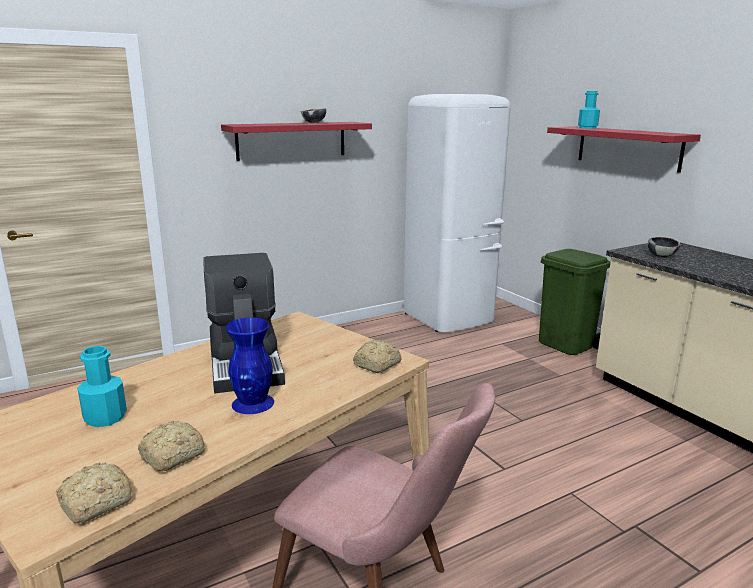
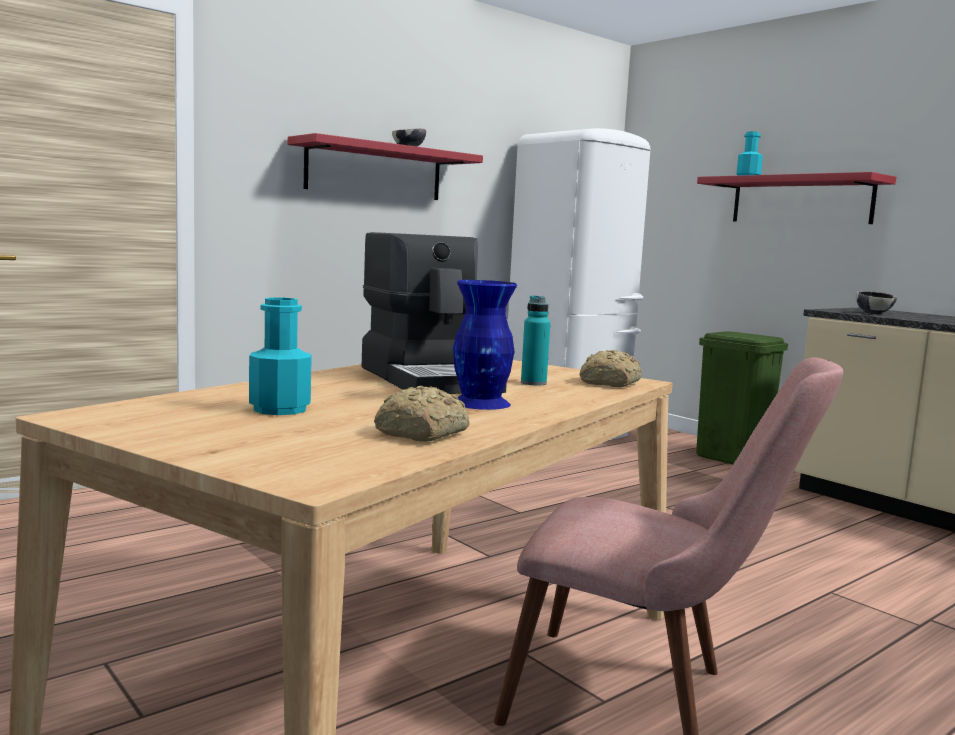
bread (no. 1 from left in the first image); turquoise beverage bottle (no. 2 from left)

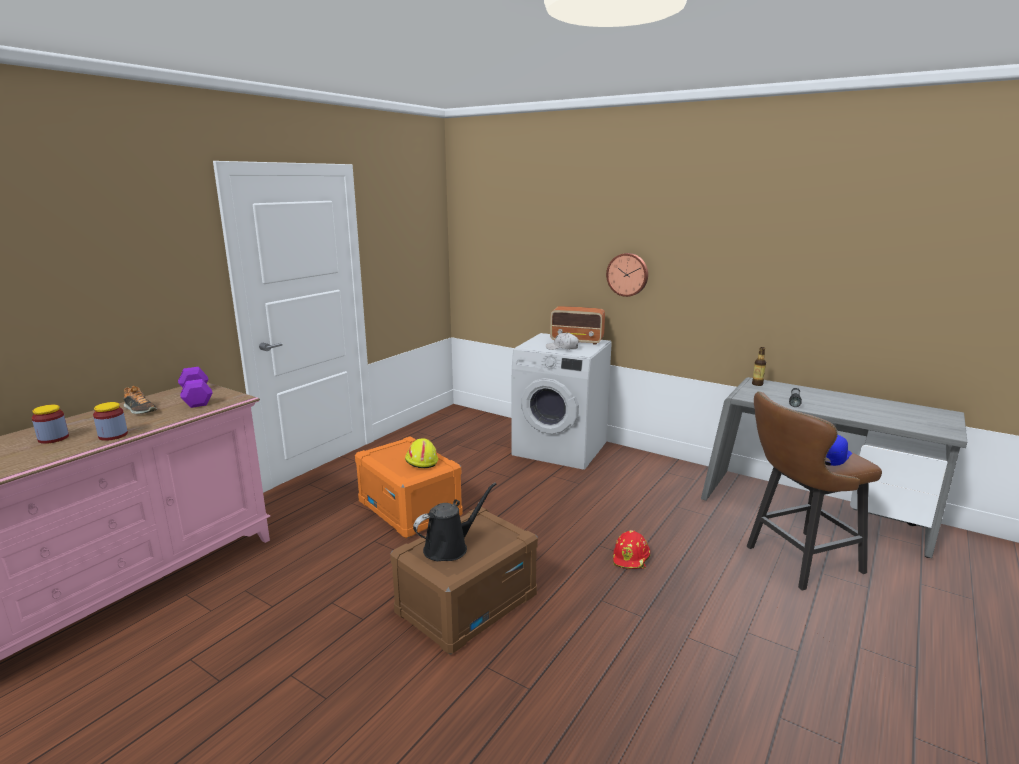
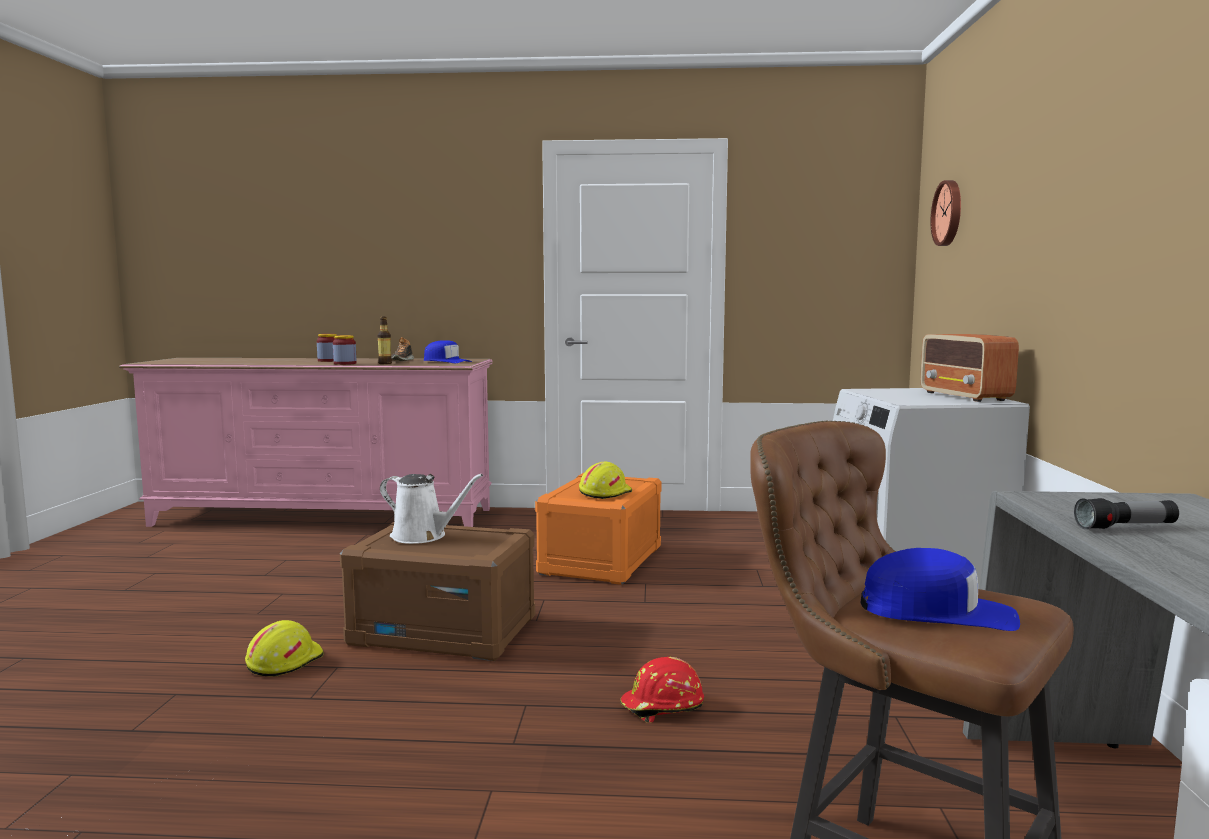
white-coloured cap; yellowish safety helmet (no. 1 from left); hanging clock; beverage bottle; blue-coloured cap (no. 1 from left); white-coloured watering can

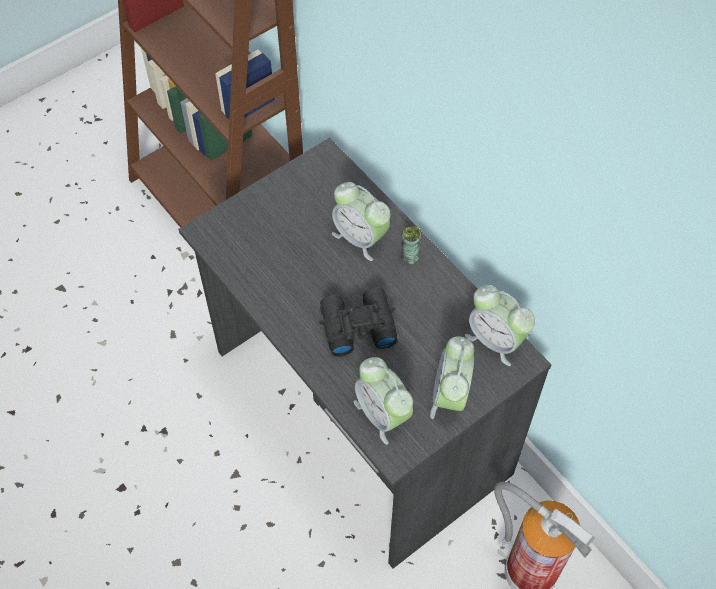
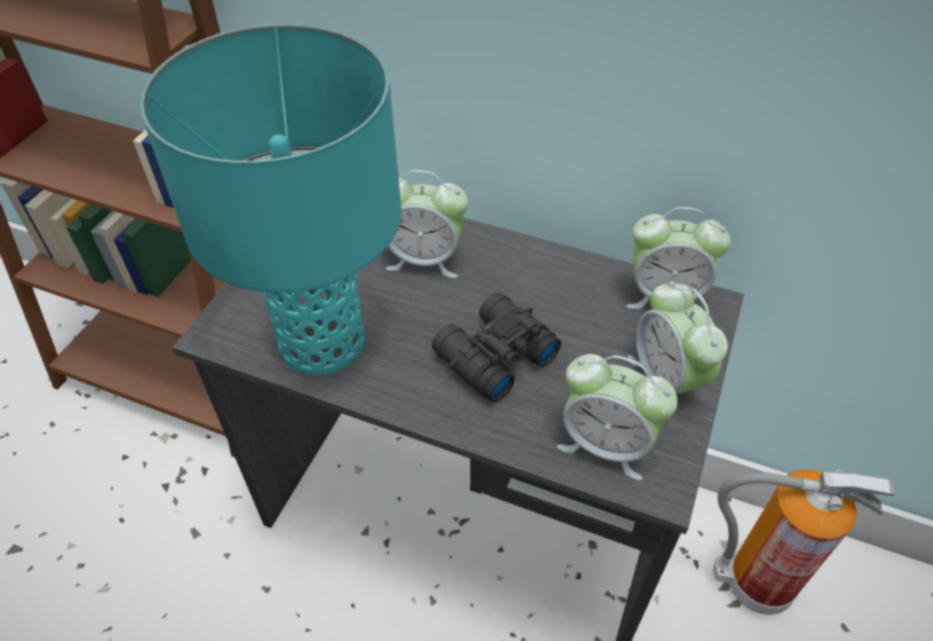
small cup; turquoise lamp for a table

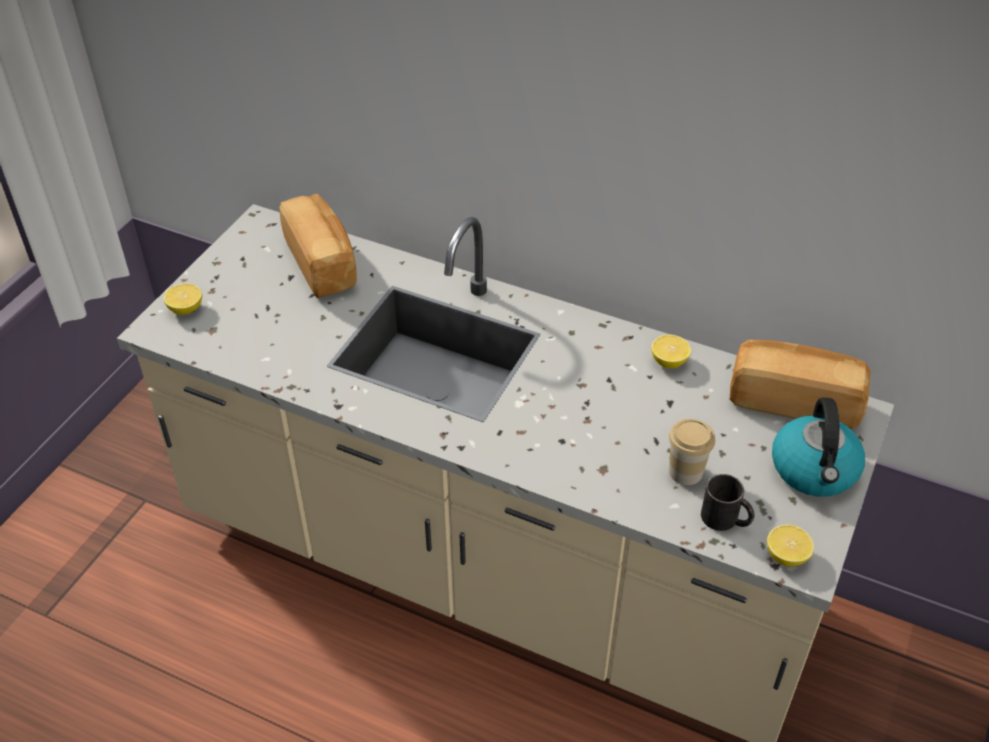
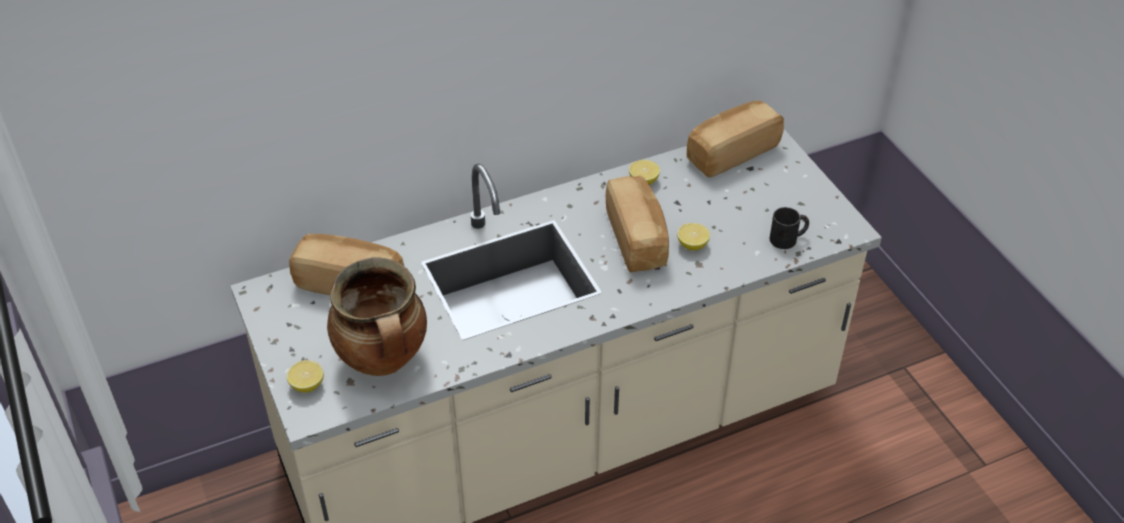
small cup; kettle; cooking pot; bread (no. 2 from left); lemon (no. 3 from left)

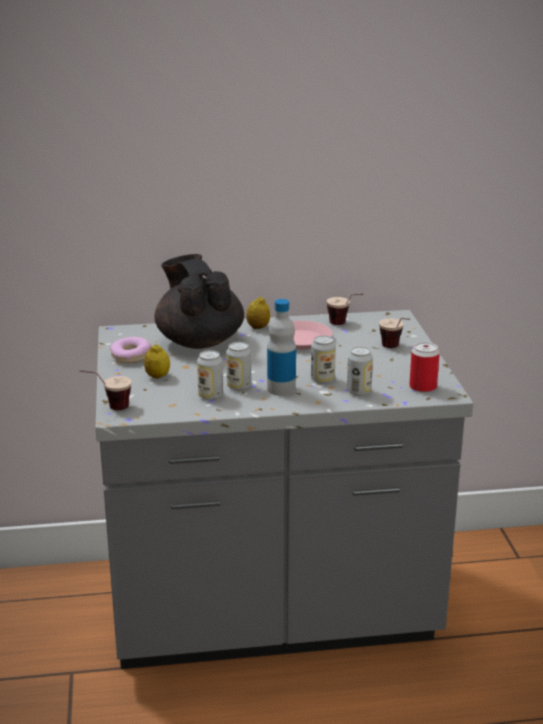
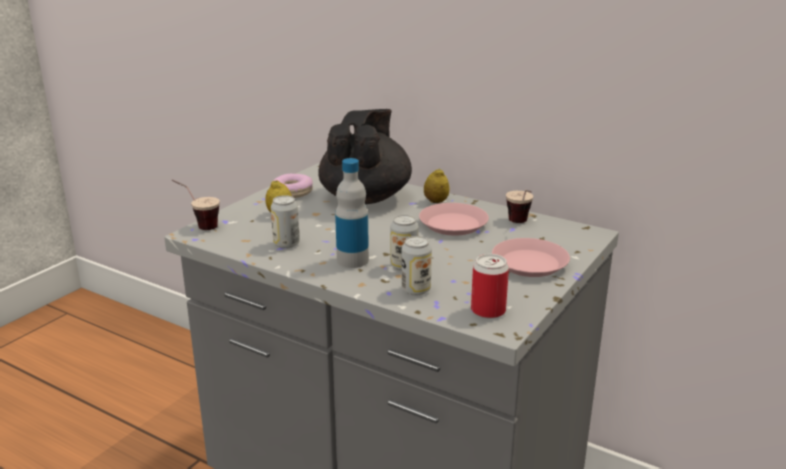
can (no. 2 from left in the first image); pink plate (no. 2 from left)

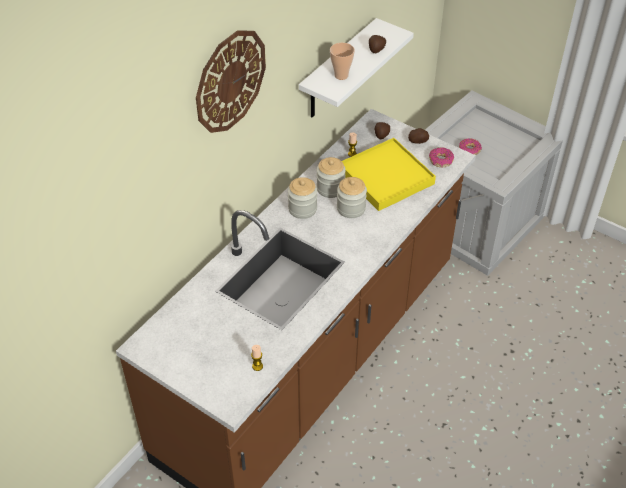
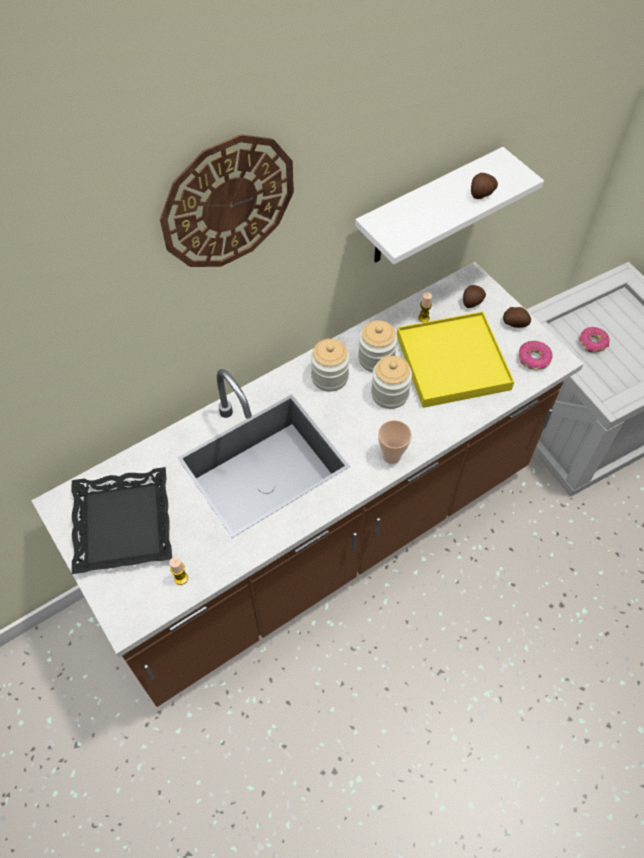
black tray; small cup

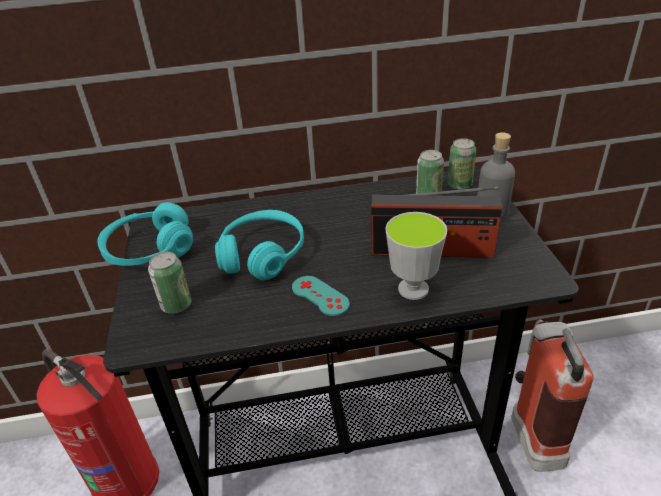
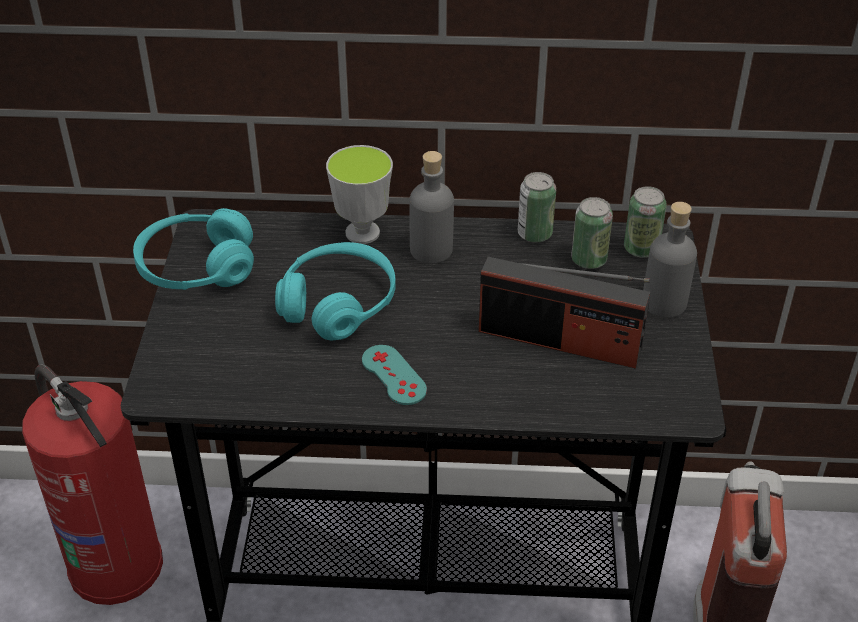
grey beverage bottle (no. 1 from left); can (no. 1 from left); small cup

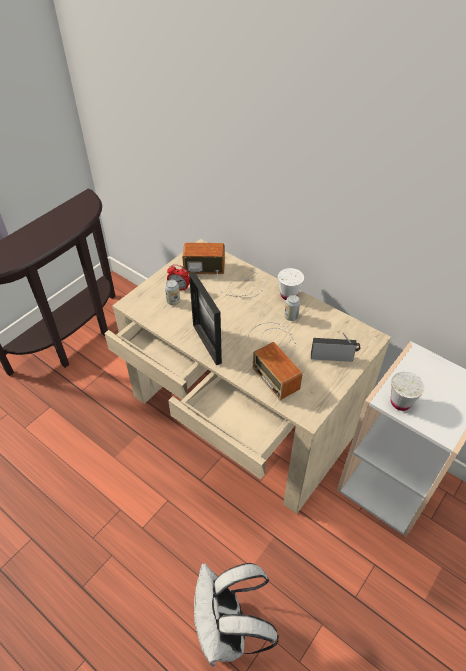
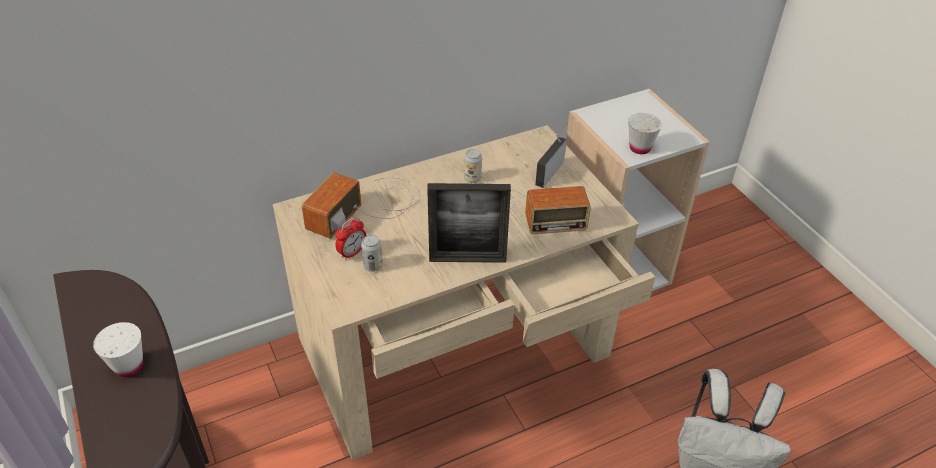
white-coloured small cup (no. 1 from left)

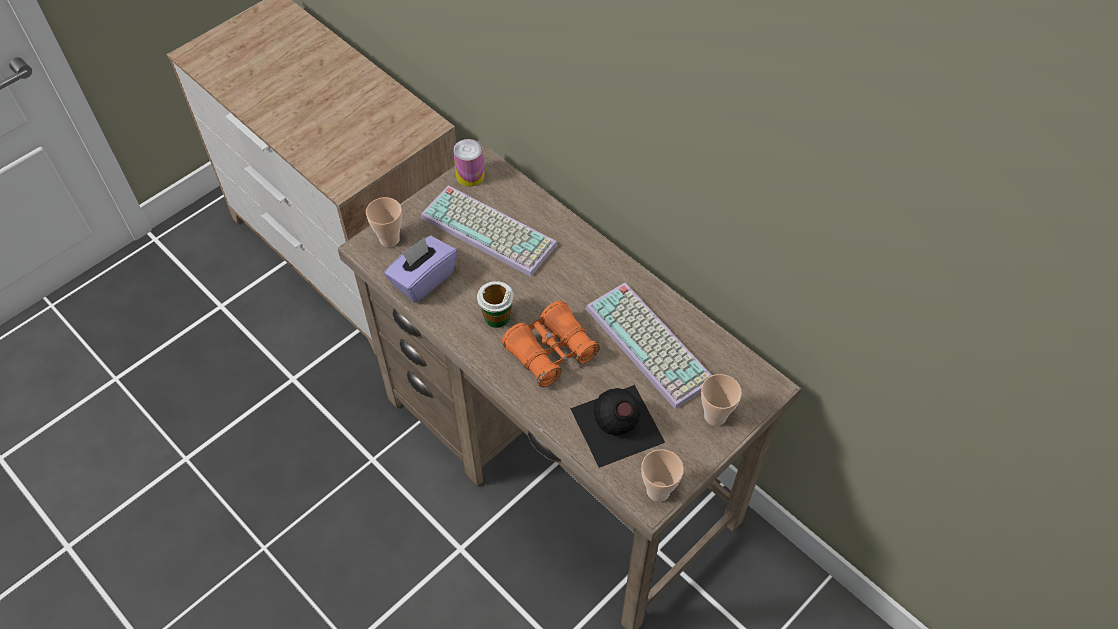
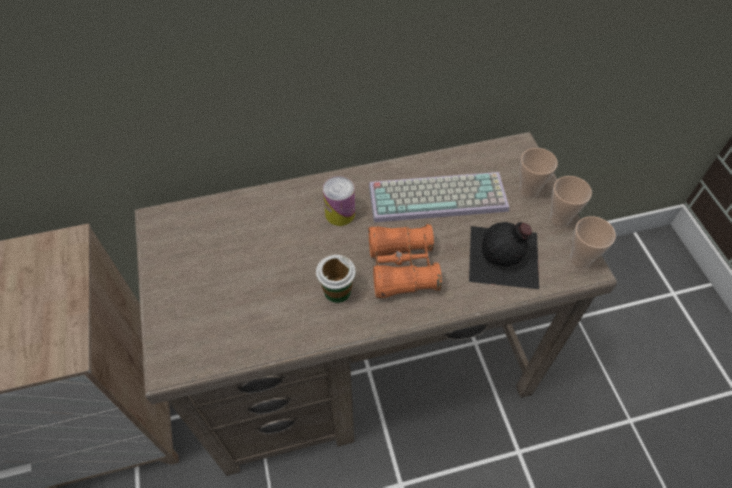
purplish tissue box; keyboard (no. 1 from left in the first image); small cup (no. 3 from left); can

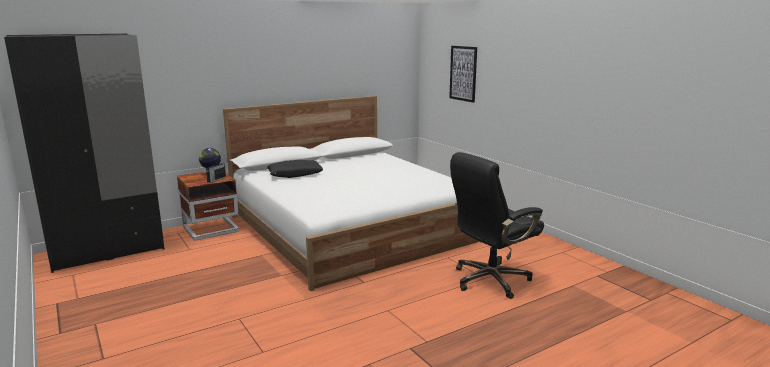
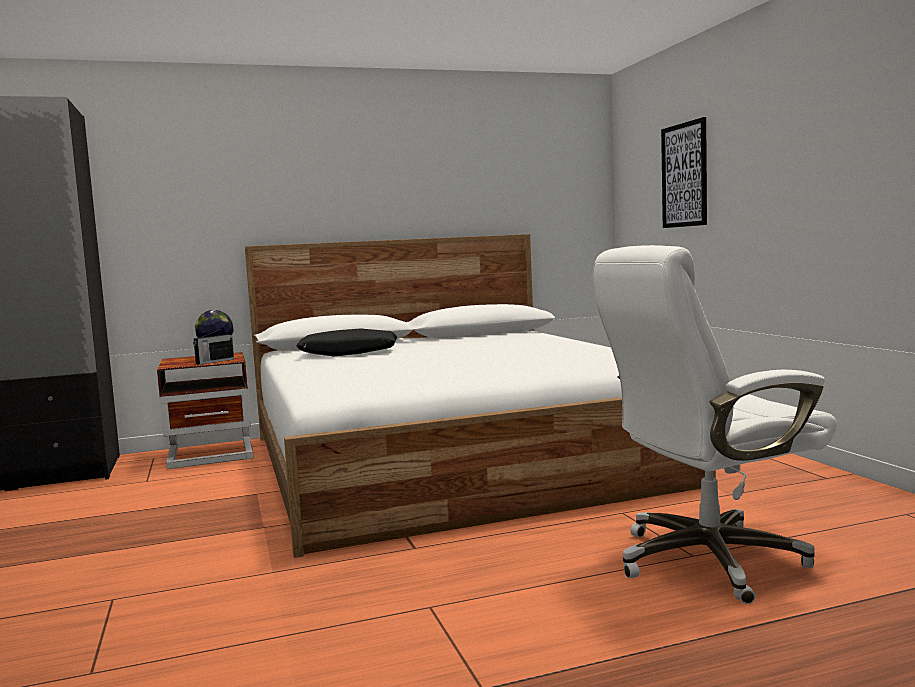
white-coloured office chair

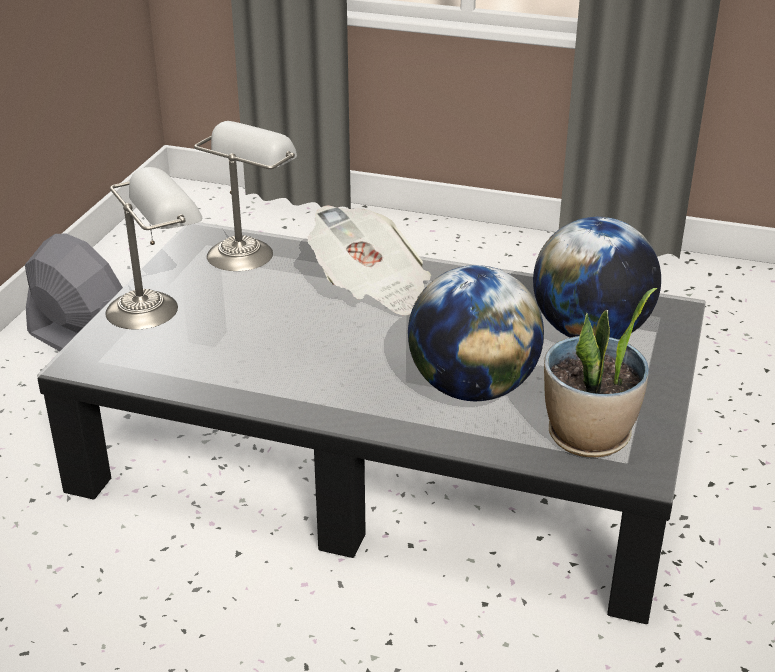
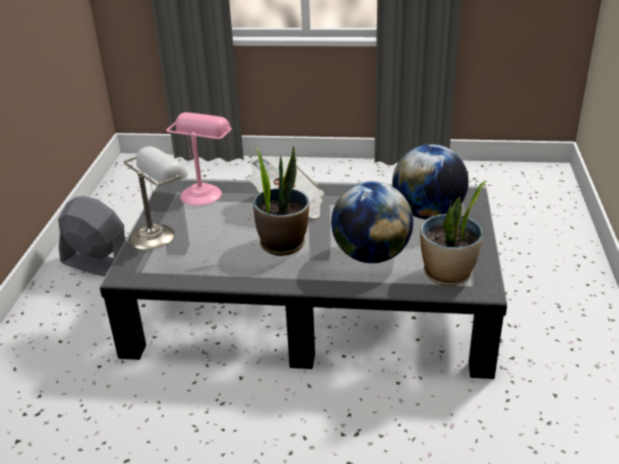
houseplant (no. 1 from left); pink lamp for a table

